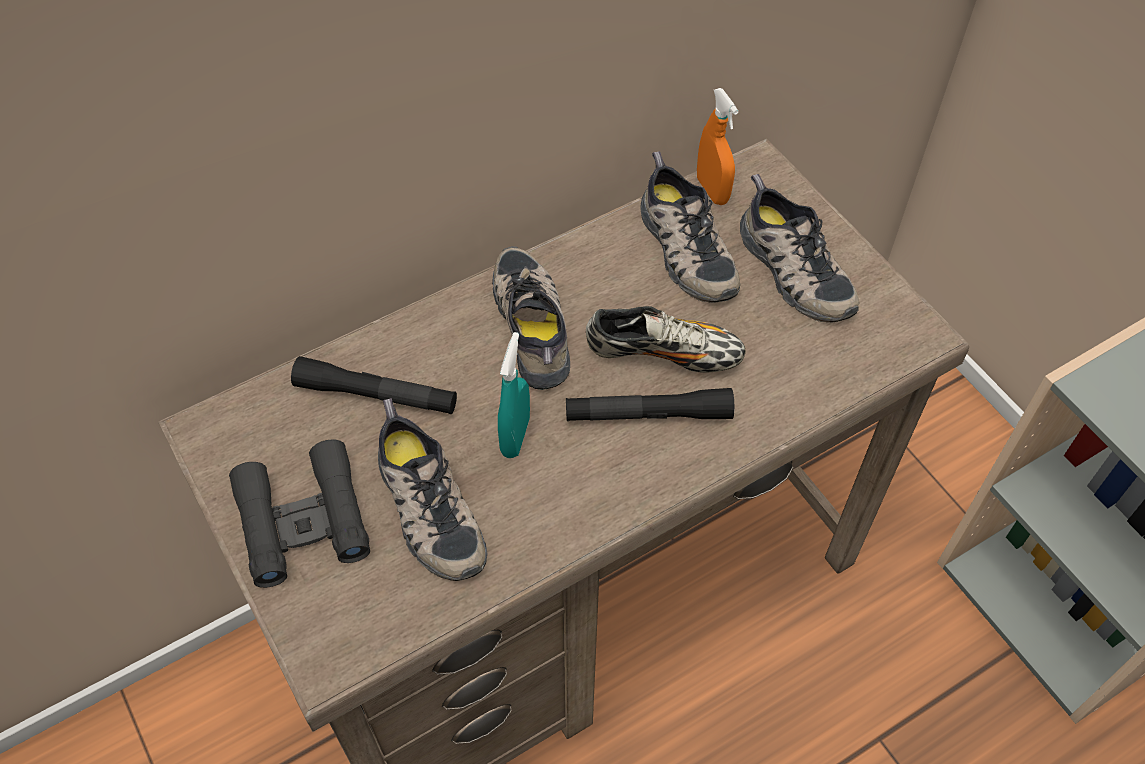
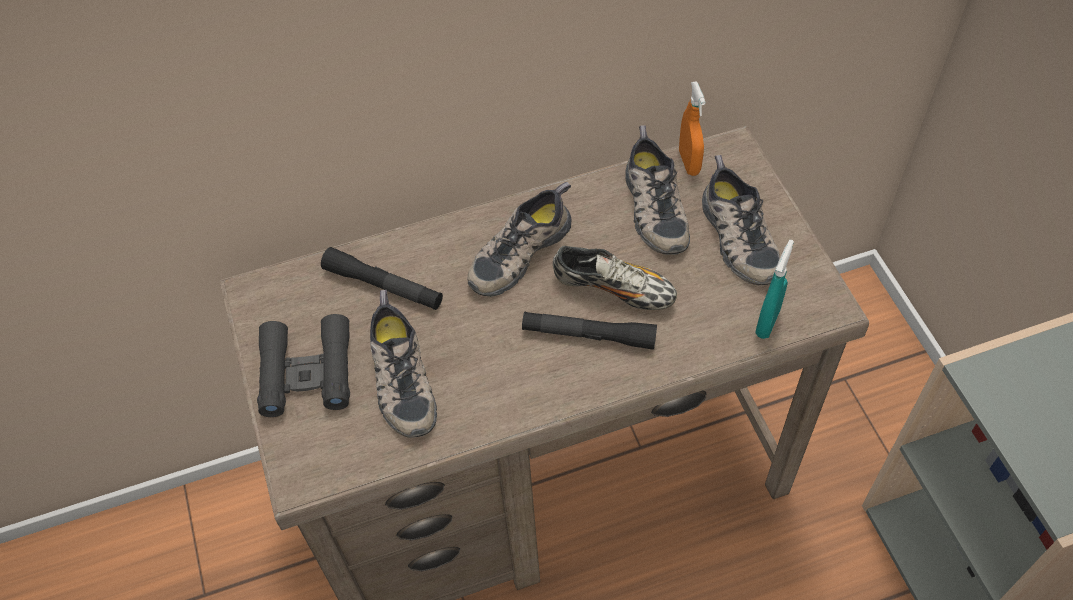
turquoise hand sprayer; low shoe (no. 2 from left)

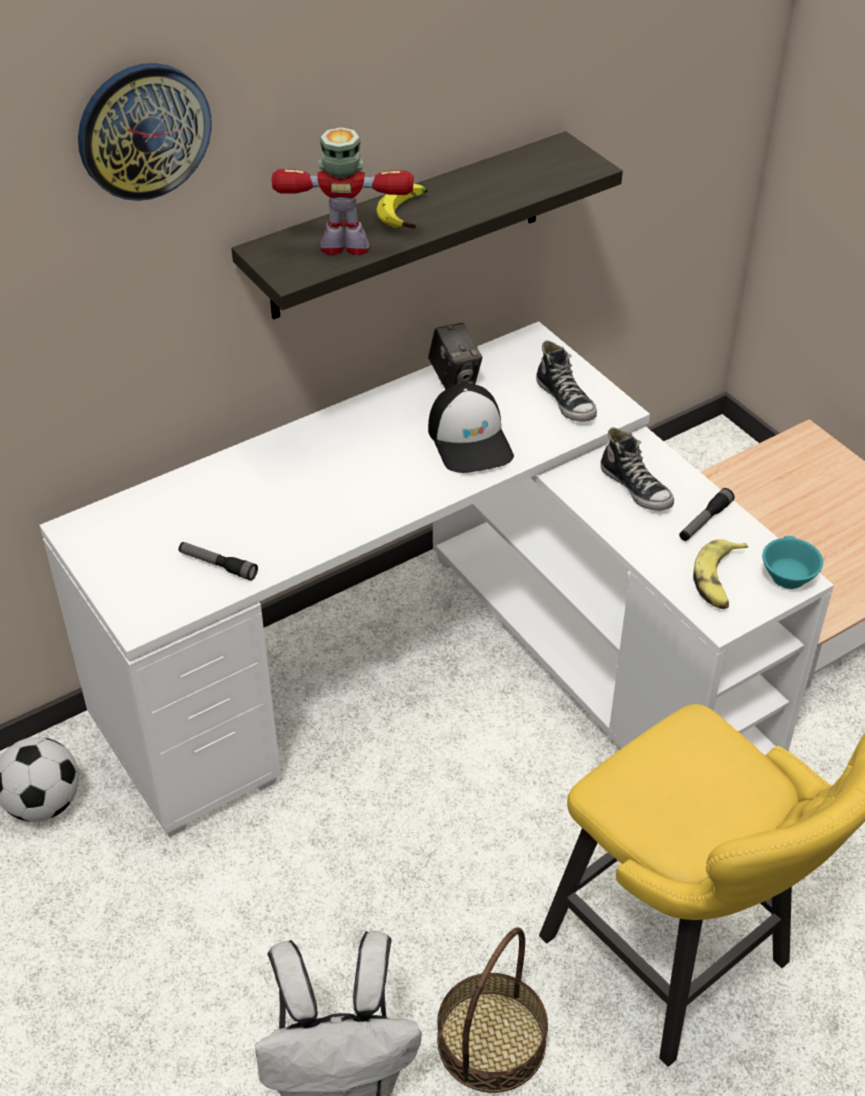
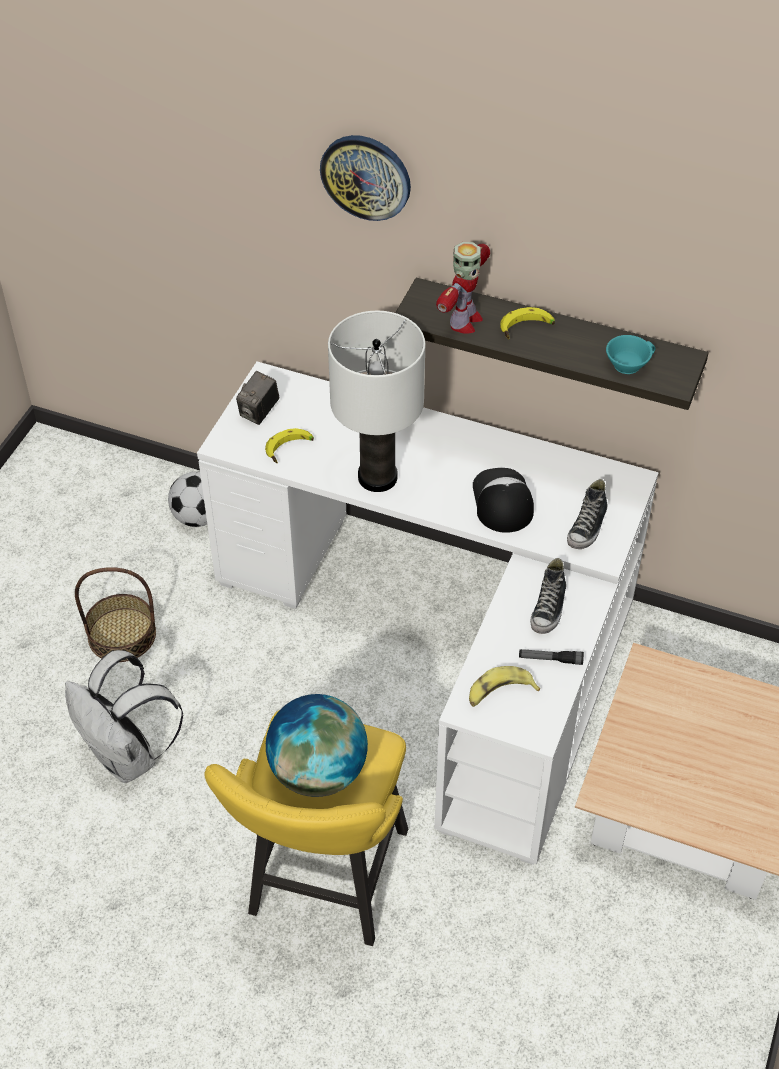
world globe; white-coloured lamp for a table; photo camera; basket; turquoise small cup; banana fruit (no. 1 from left); robot figure; cap

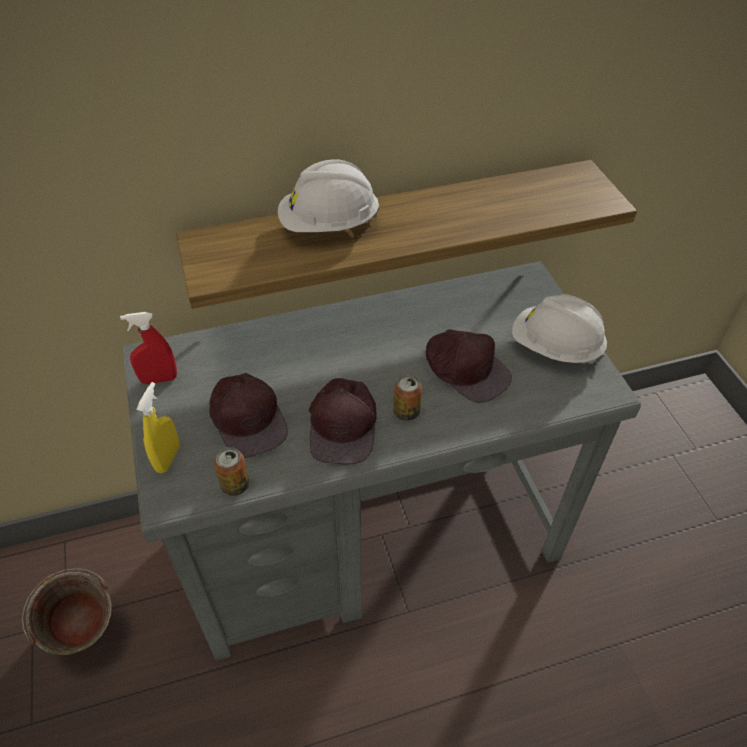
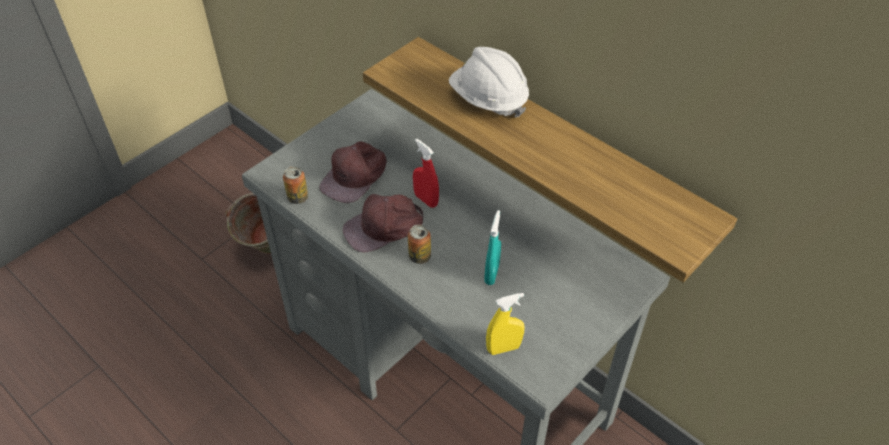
white-coloured safety helmet (no. 2 from left in the first image); reddish hand sprayer; yellowish hand sprayer; turquoise hand sprayer

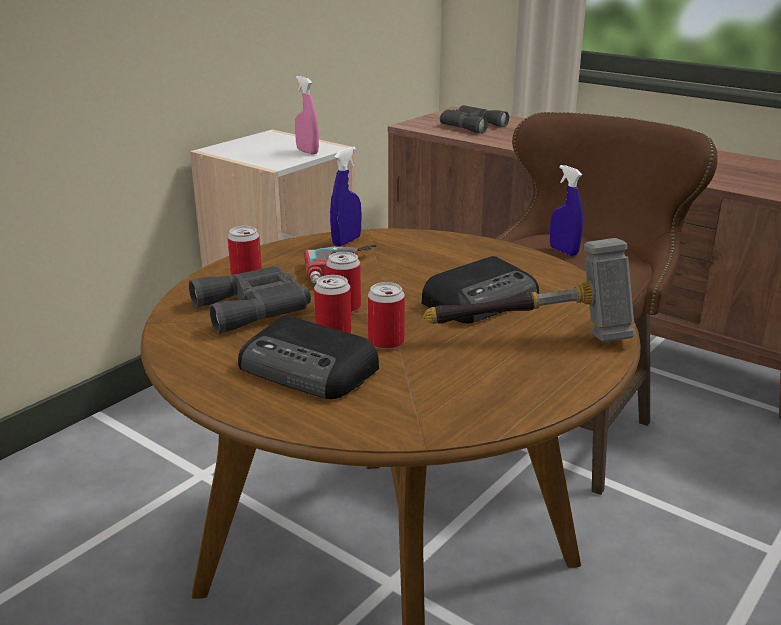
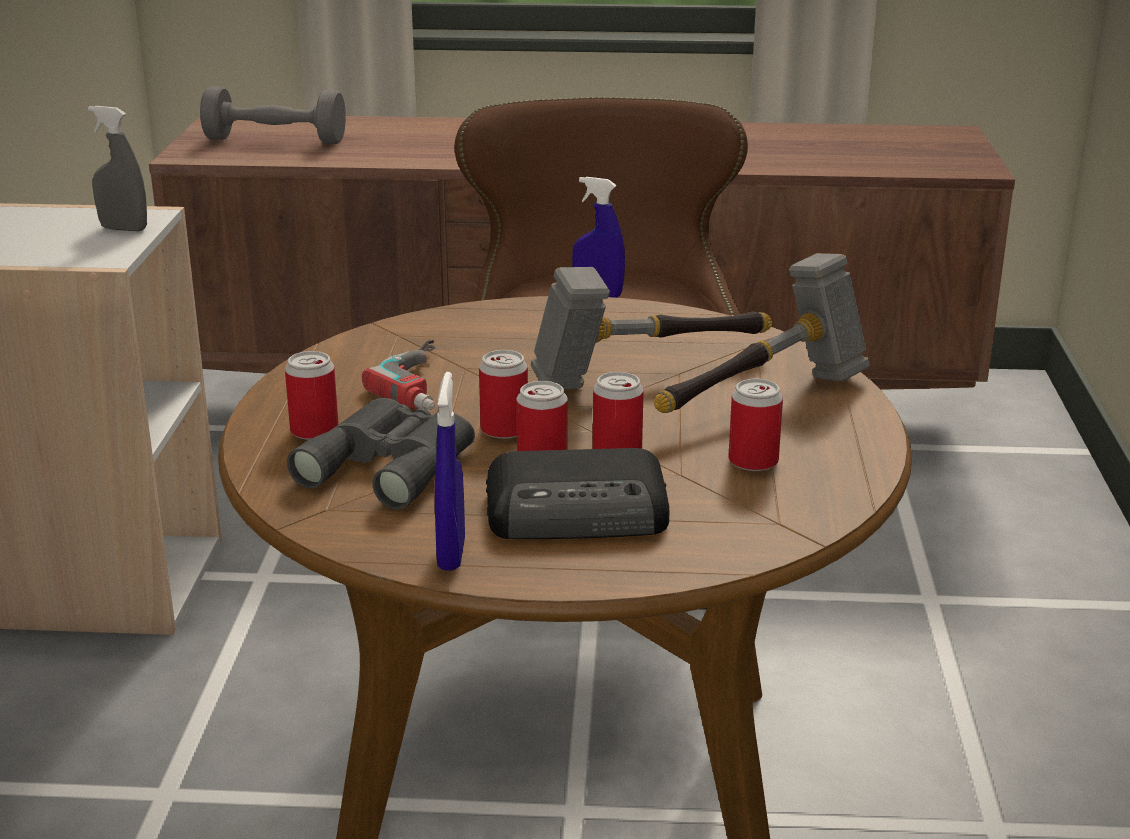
can (no. 5 from left); blue-coloured hand sprayer (no. 1 from left); tool hammer (no. 1 from left); grey free weight; grey hand sprayer

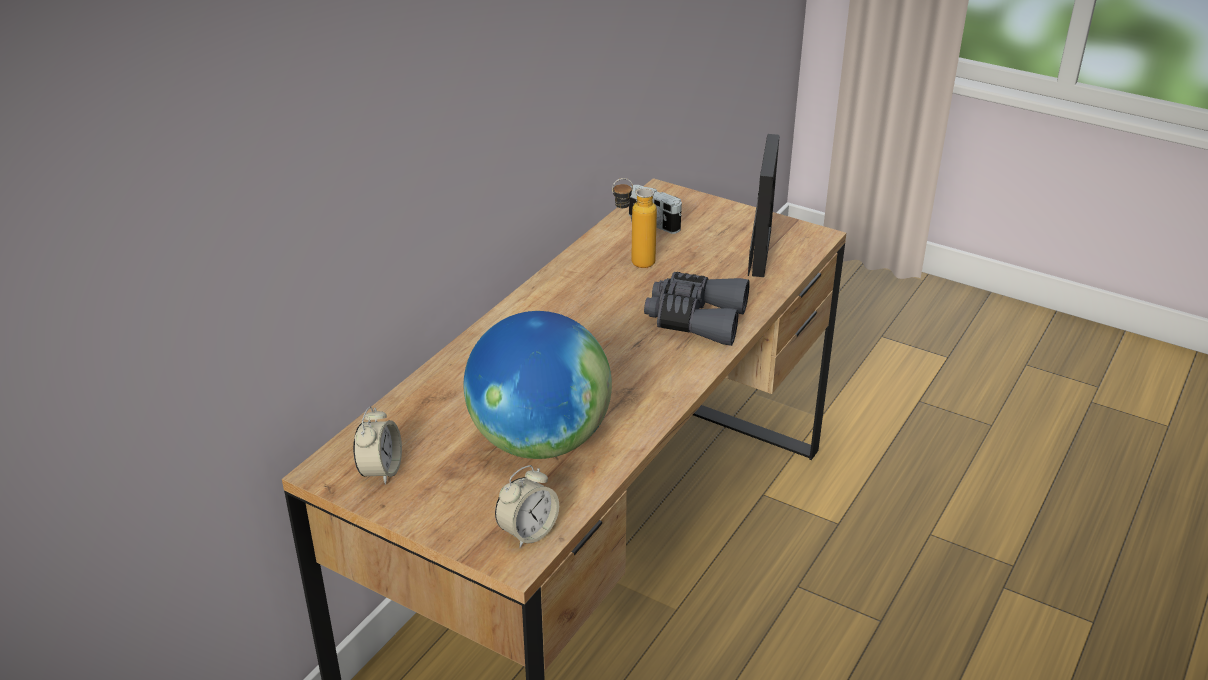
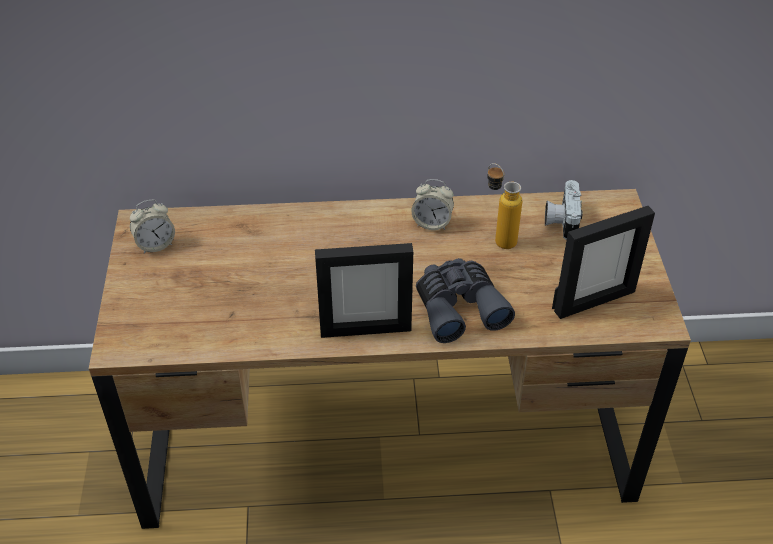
world globe; photo frame (no. 1 from left); table clock (no. 2 from left)

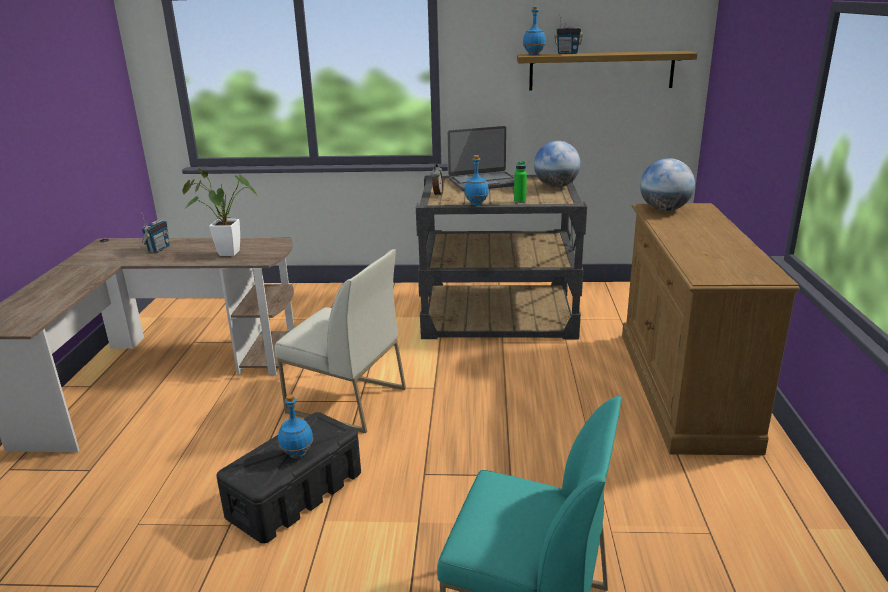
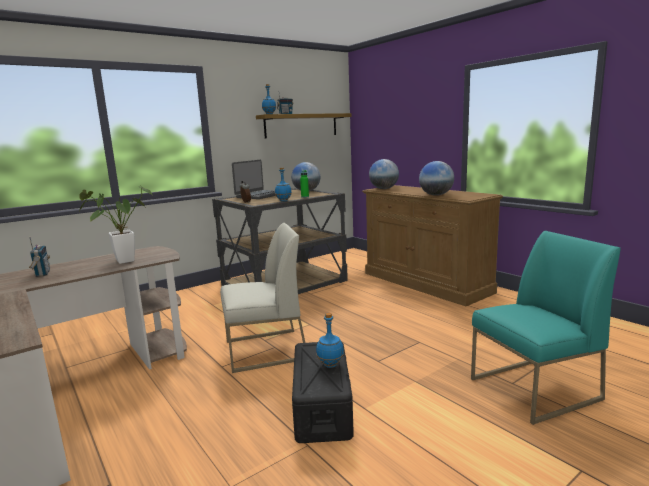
world globe (no. 3 from left)

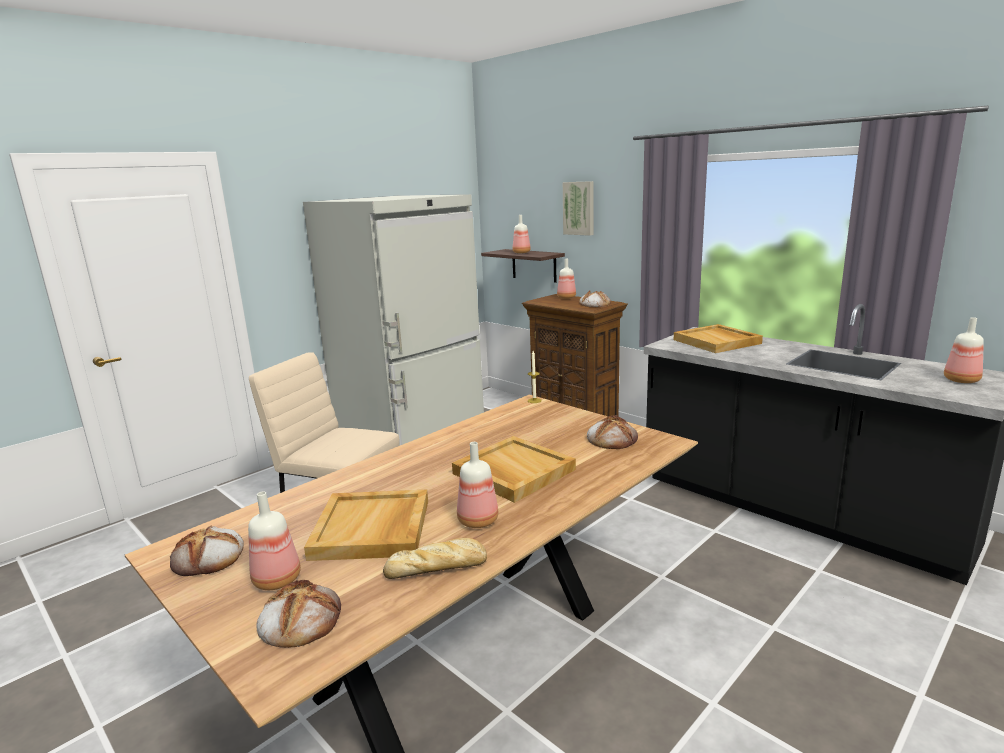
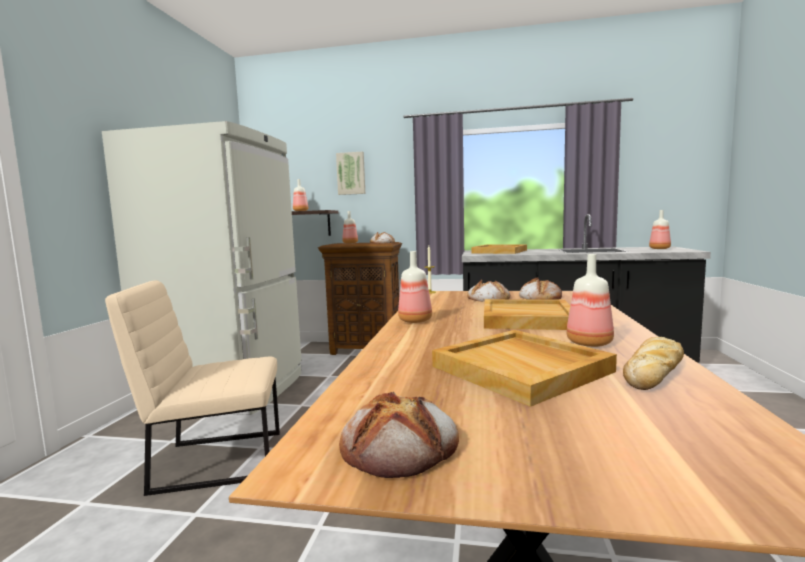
beverage bottle (no. 3 from left); bread (no. 3 from left)

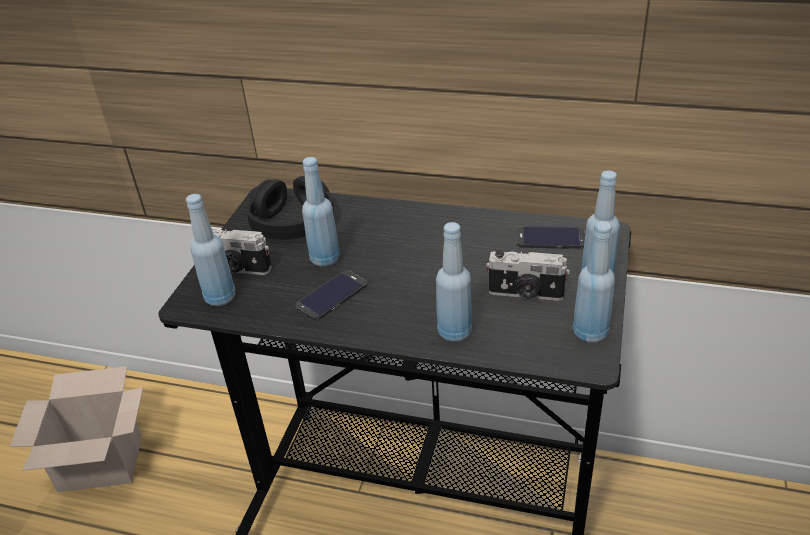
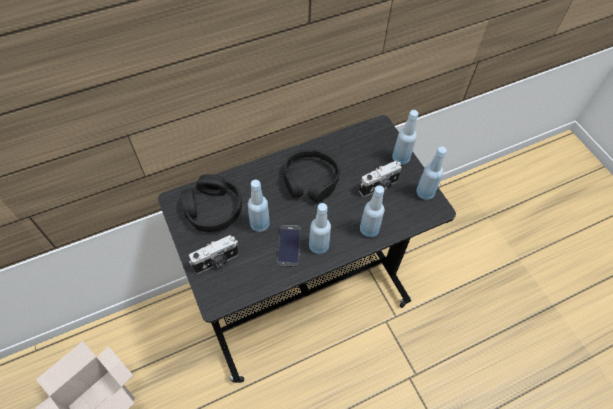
handset (no. 2 from left in the first image); black pair of headphones (no. 2 from left); blue-coloured beverage bottle (no. 2 from left)

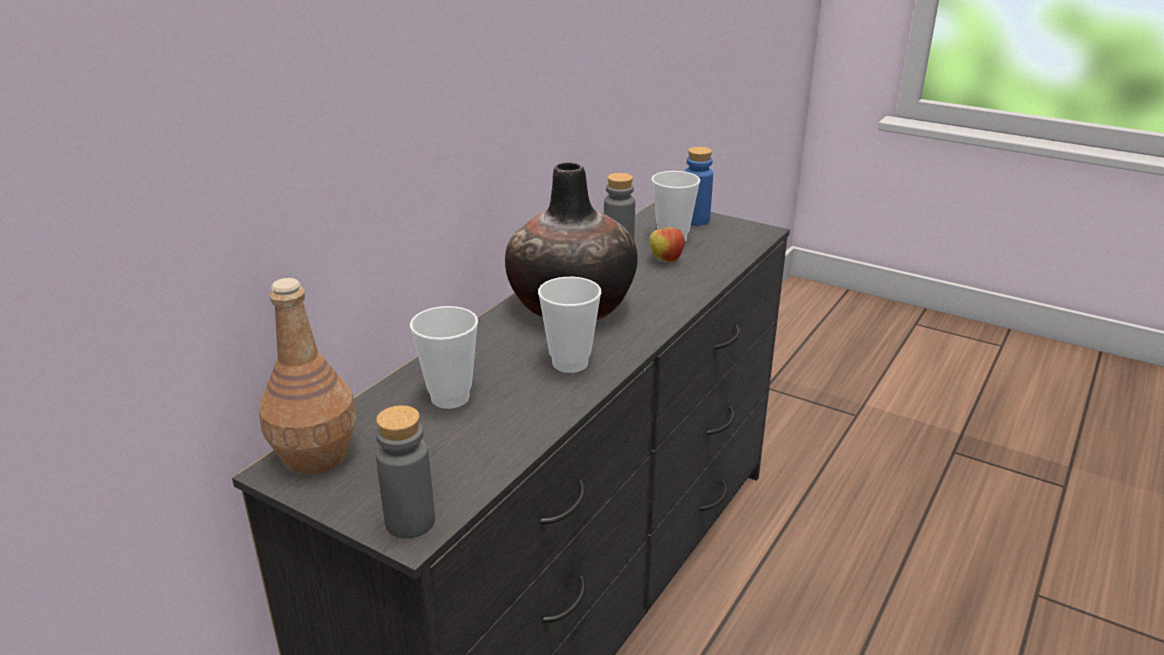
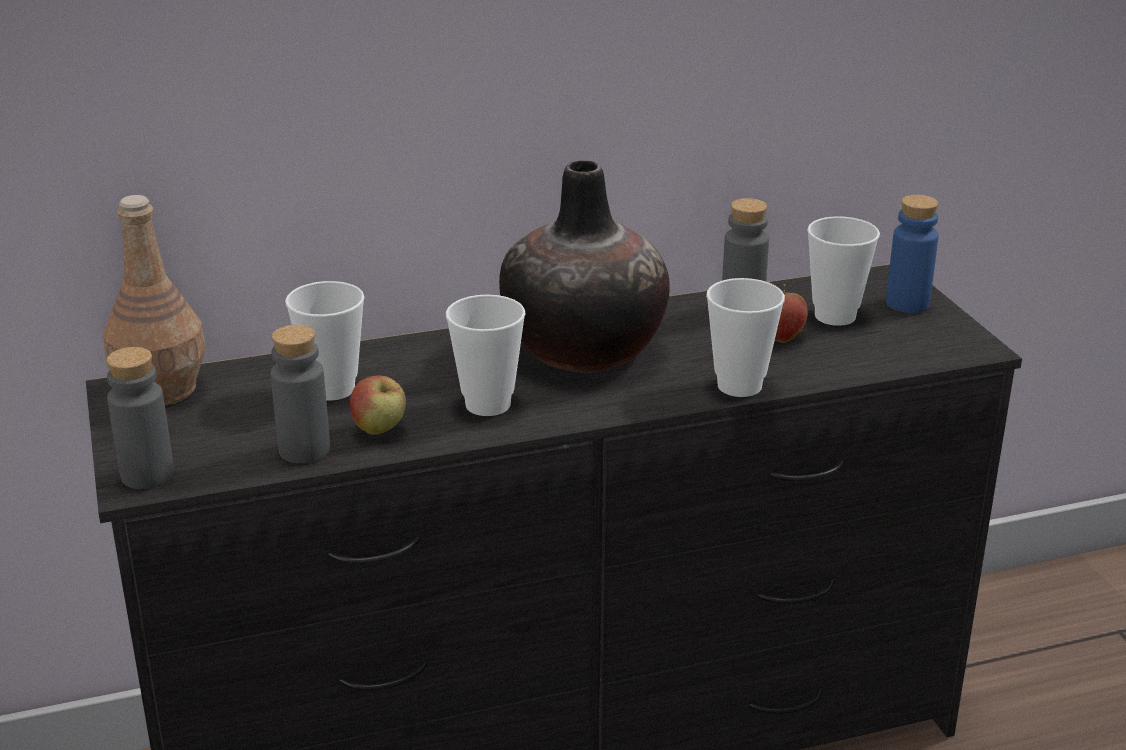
grey beverage bottle (no. 2 from left); apple (no. 1 from left); small cup (no. 3 from left)

